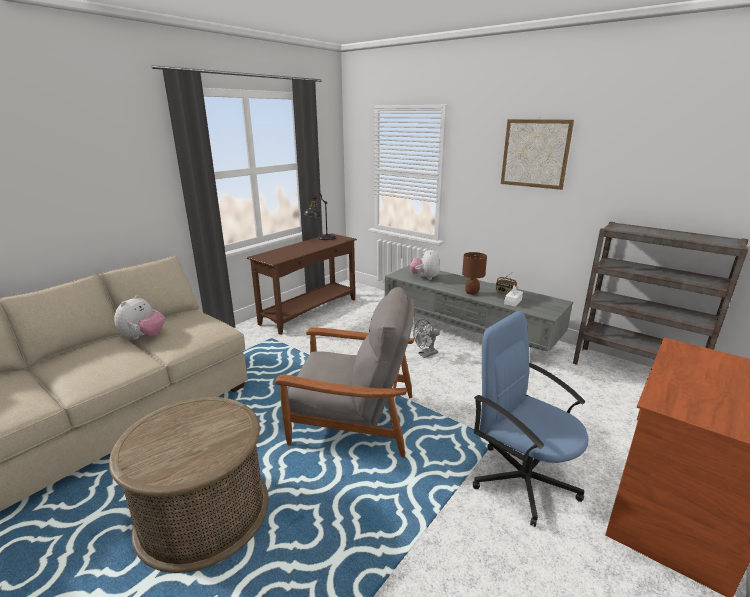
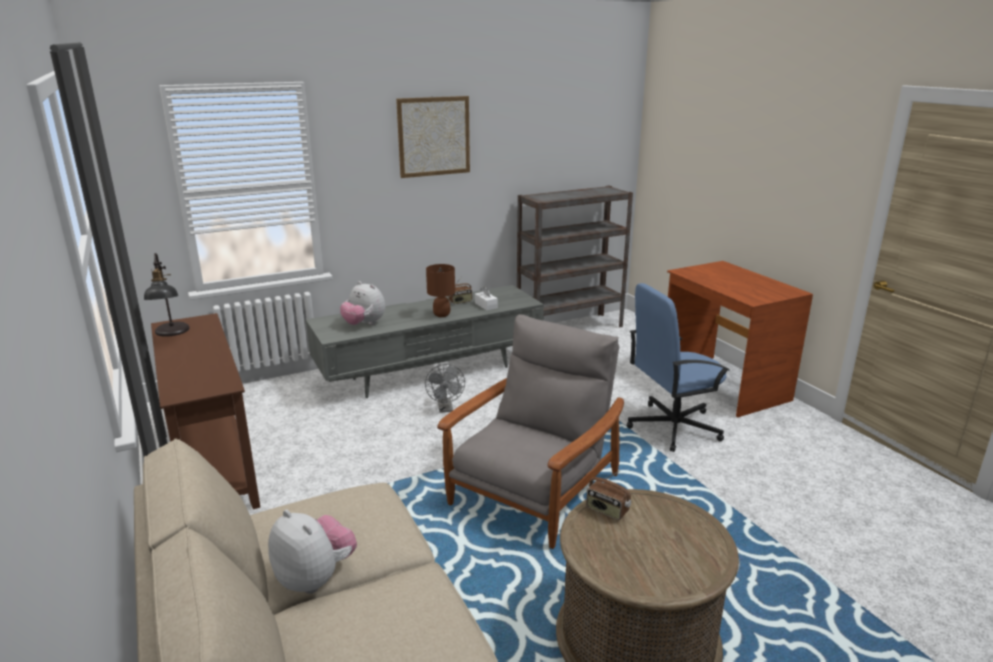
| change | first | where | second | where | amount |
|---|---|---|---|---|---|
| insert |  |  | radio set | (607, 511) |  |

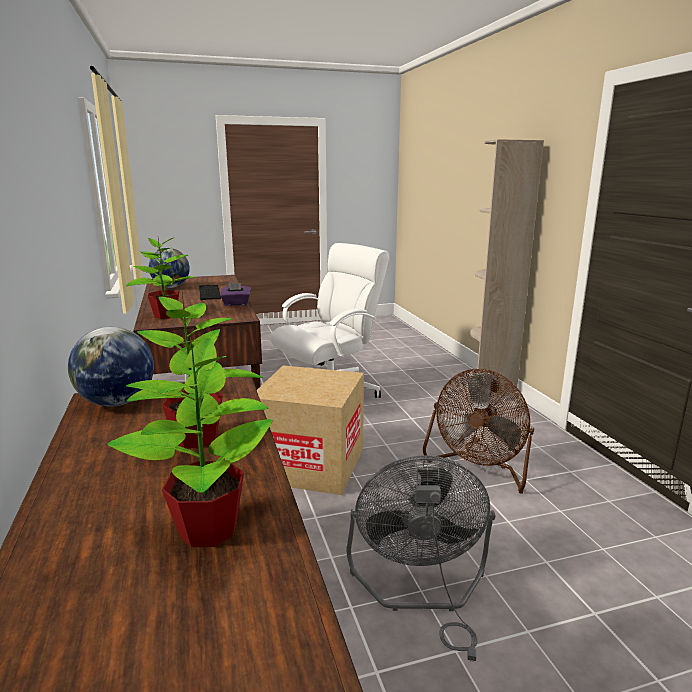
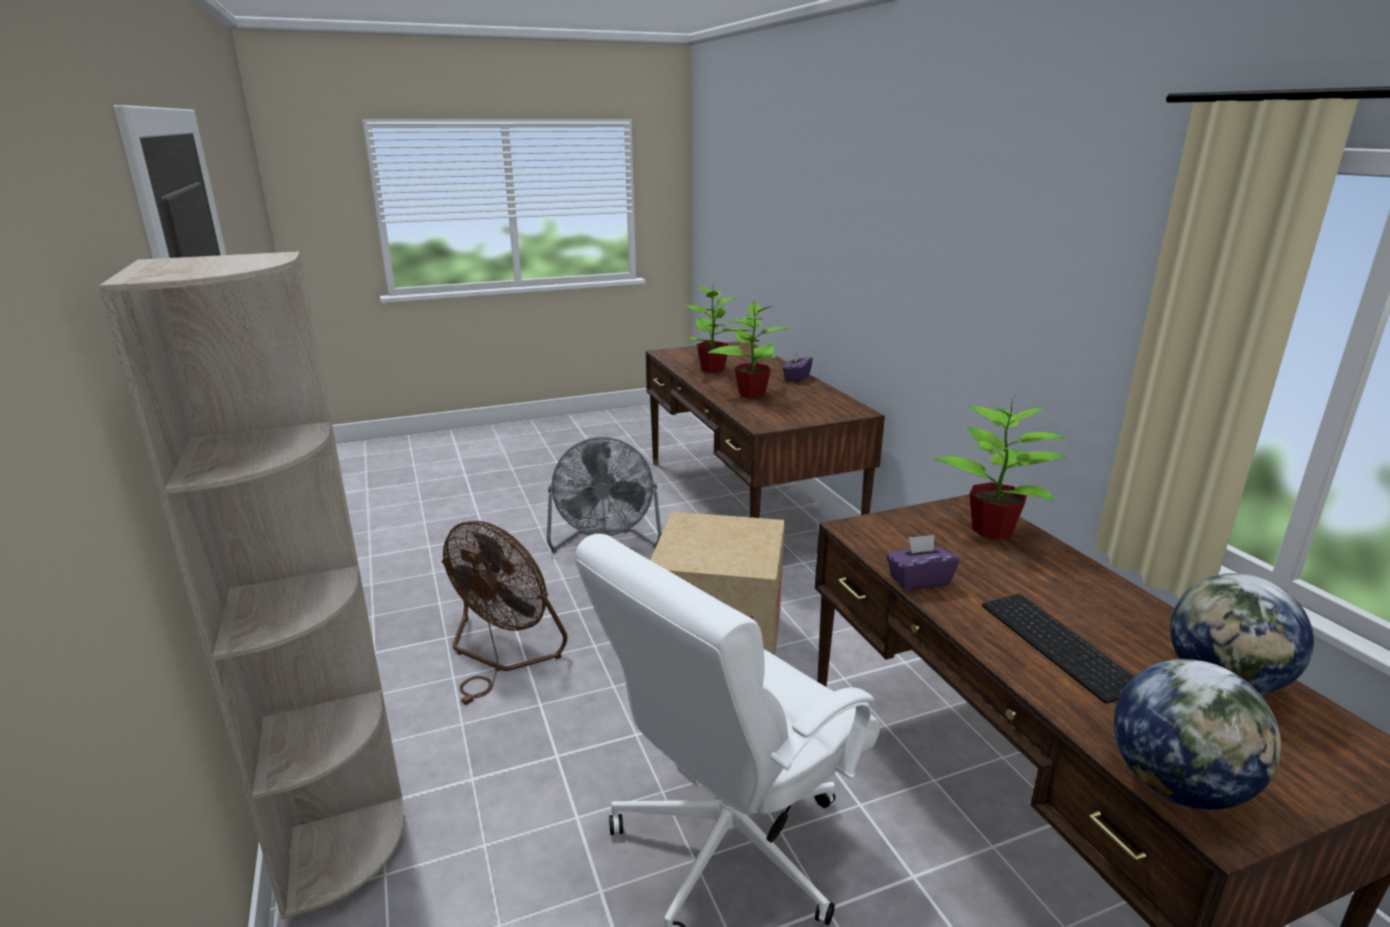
| change | first | where | second | where | amount |
|---|---|---|---|---|---|
| move | globe | (116, 403) |  | (1177, 786) |  |
| insert |  |  | tissue holder/purplish | (796, 378) |  |

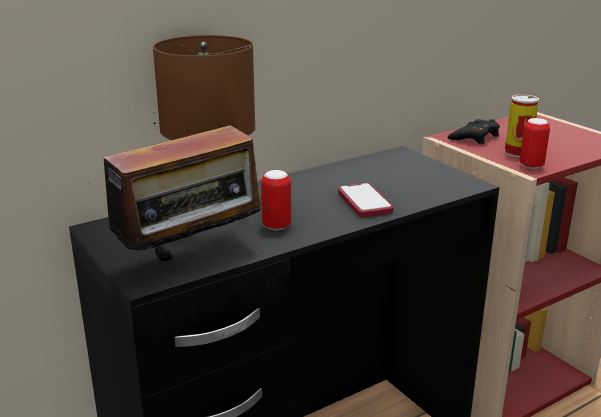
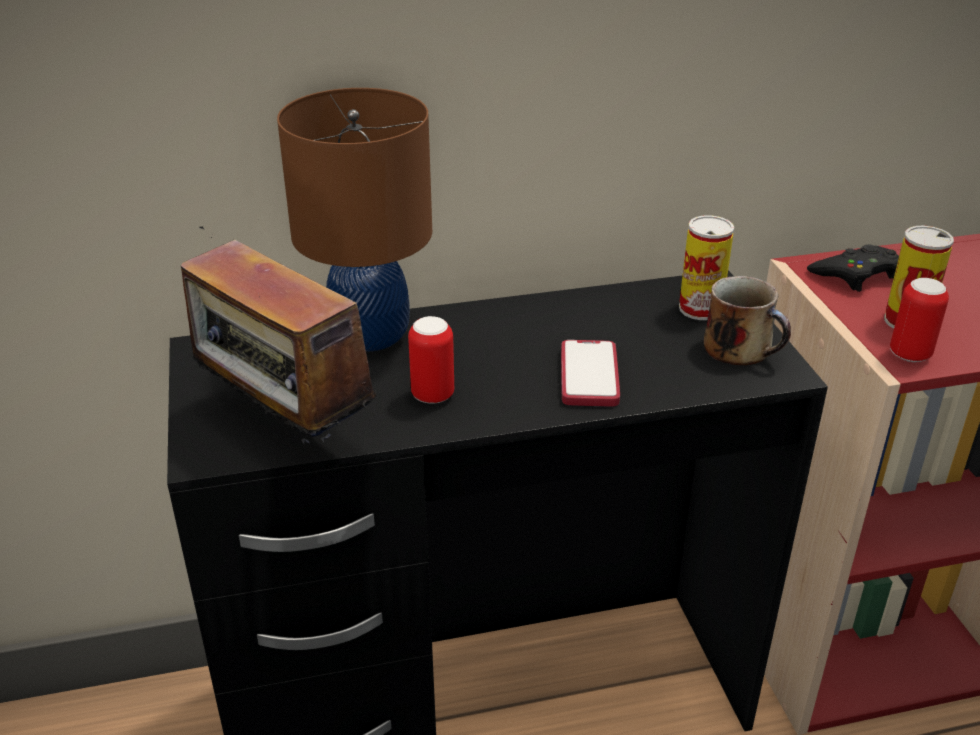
| change | first | where | second | where | amount |
|---|---|---|---|---|---|
| rotate | radio set | (192, 259) |  | (285, 430) | 60 degrees clockwise |
| insert |  |  | metal can | (700, 309) |  |
| insert |  |  | coffee mug | (741, 348) |  |

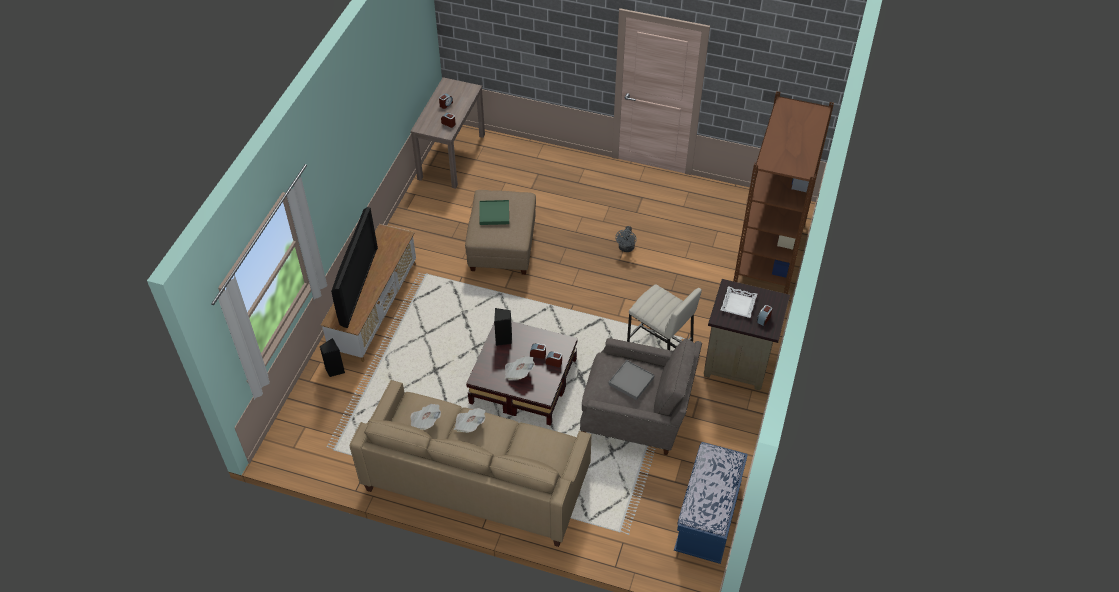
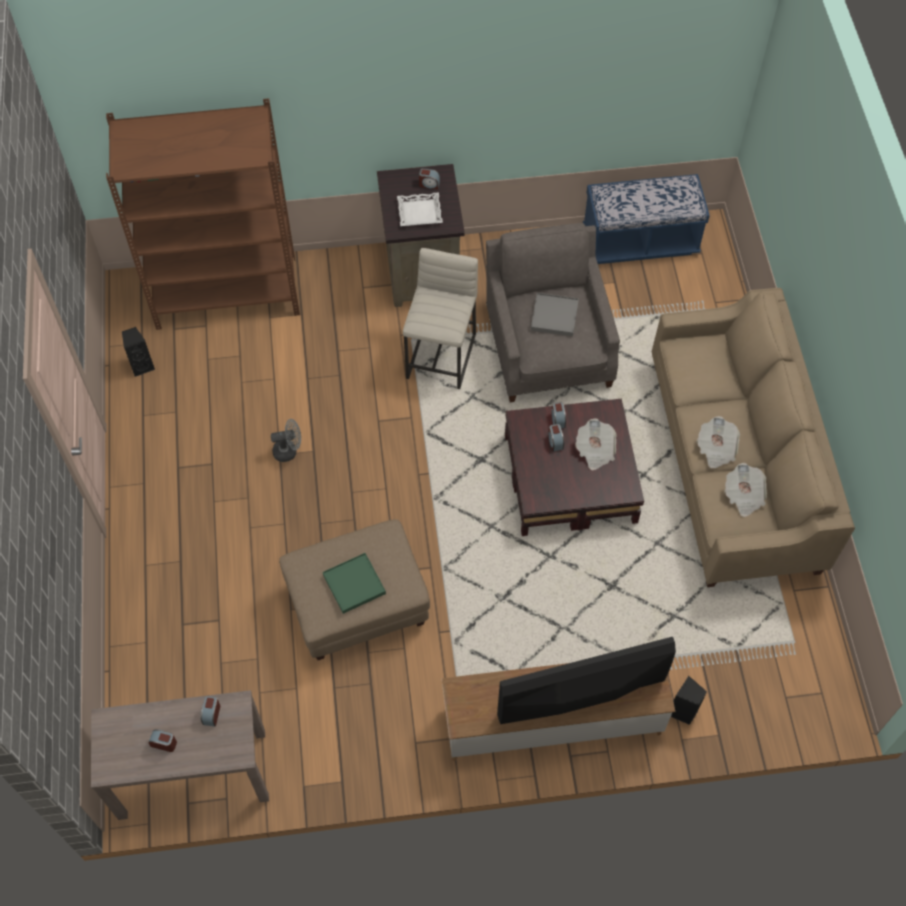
| change | first | where | second | where | amount |
|---|---|---|---|---|---|
| move | audio speaker/black-coloured | (503, 339) |  | (142, 366) |  |

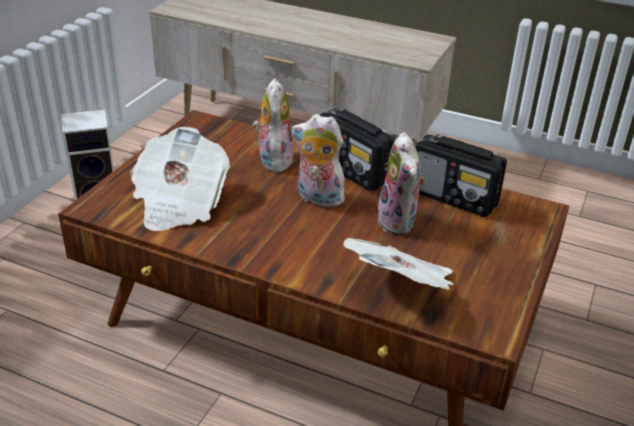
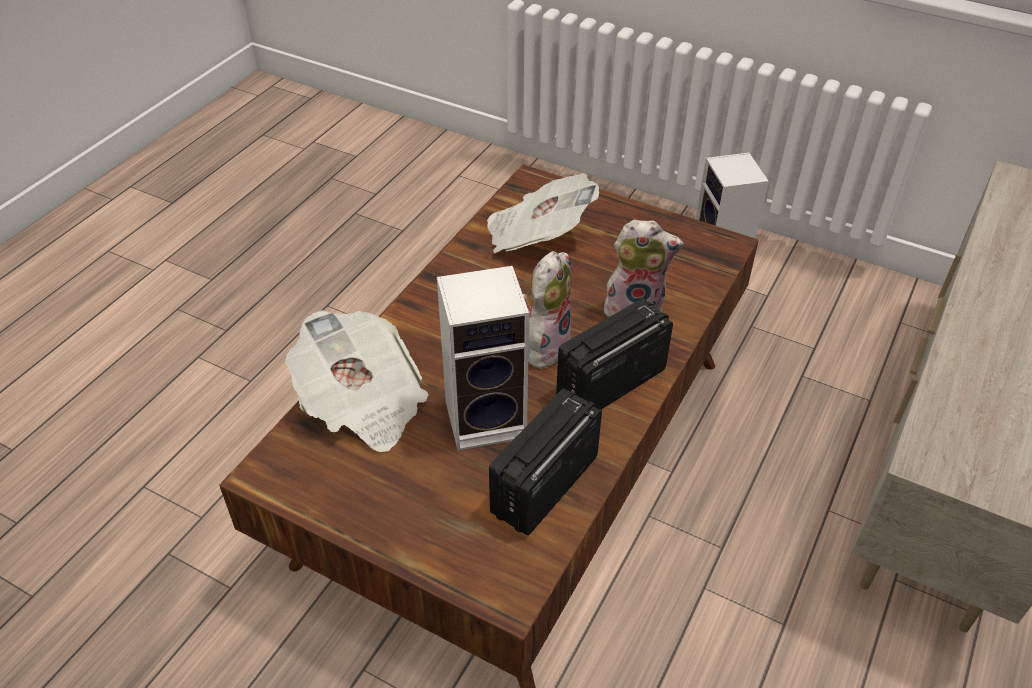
| change | first | where | second | where | amount |
|---|---|---|---|---|---|
| replace | cuddly toy | (400, 222) | audio speaker | (488, 418) |  |

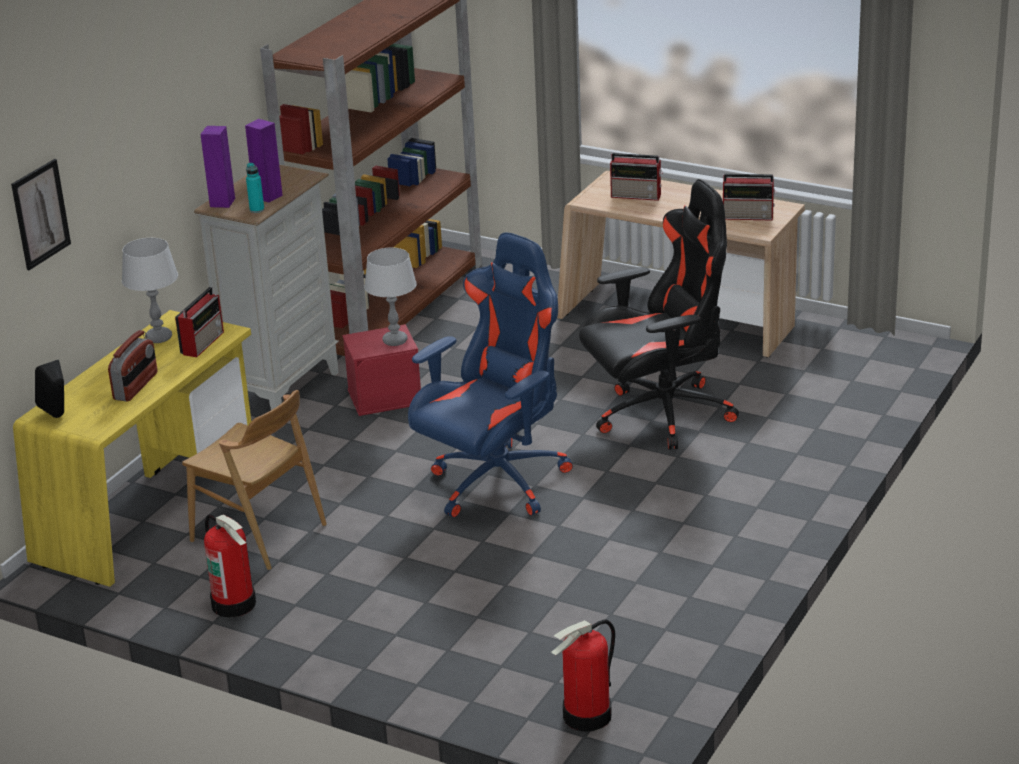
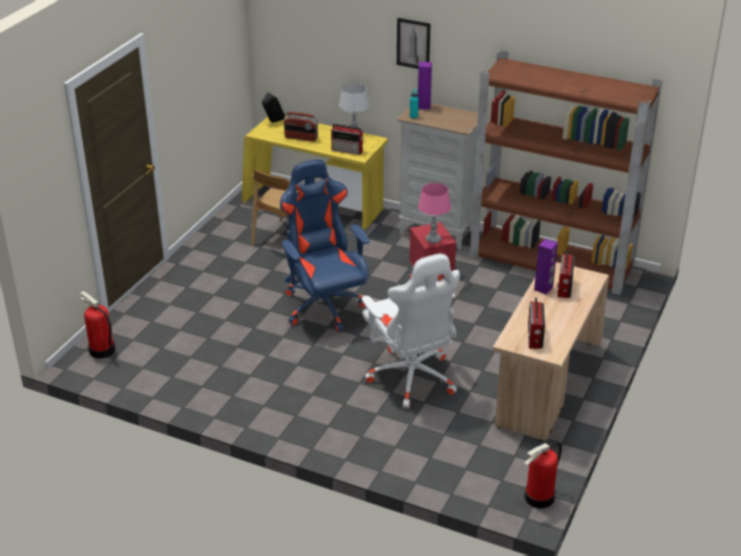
| change | first | where | second | where | amount |
|---|---|---|---|---|---|
| move | wall art | (40, 214) |  | (413, 44) |  |
| move | extinguisher | (234, 604) |  | (539, 498) |  |
| move | audio speaker/purplish | (268, 196) |  | (543, 288) |  |
| recolor | tabletop lamp/greyish | (395, 341) | tabletop lamp/pinkish | (433, 240) |  |
| rotate | desk chair/blue | (491, 488) |  | (325, 311) | 150 degrees counterclockwise |
| recolor | desk chair/black-coloured | (655, 418) | desk chair/white-coloured | (408, 373) |  |

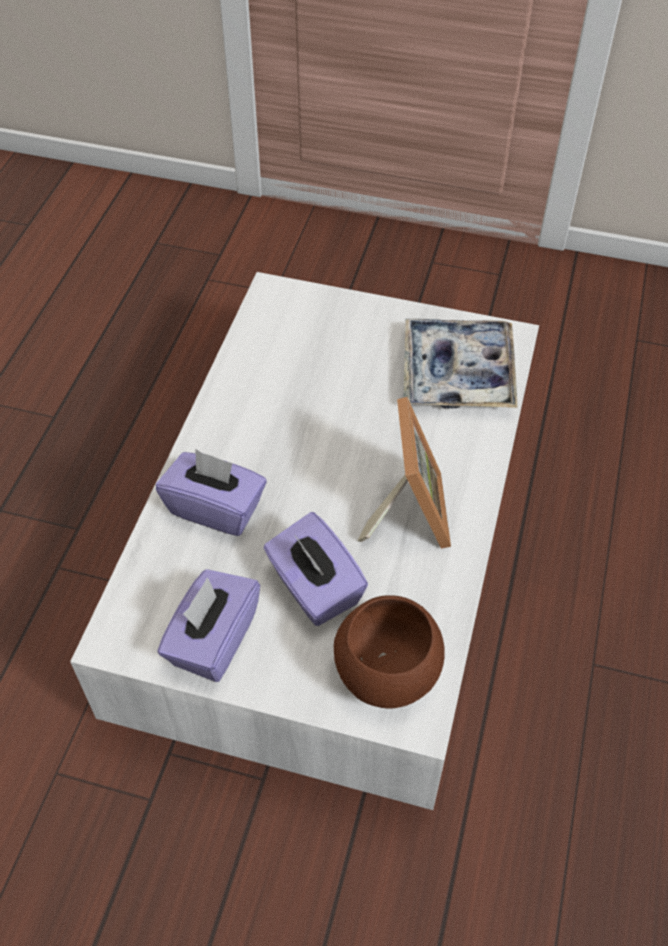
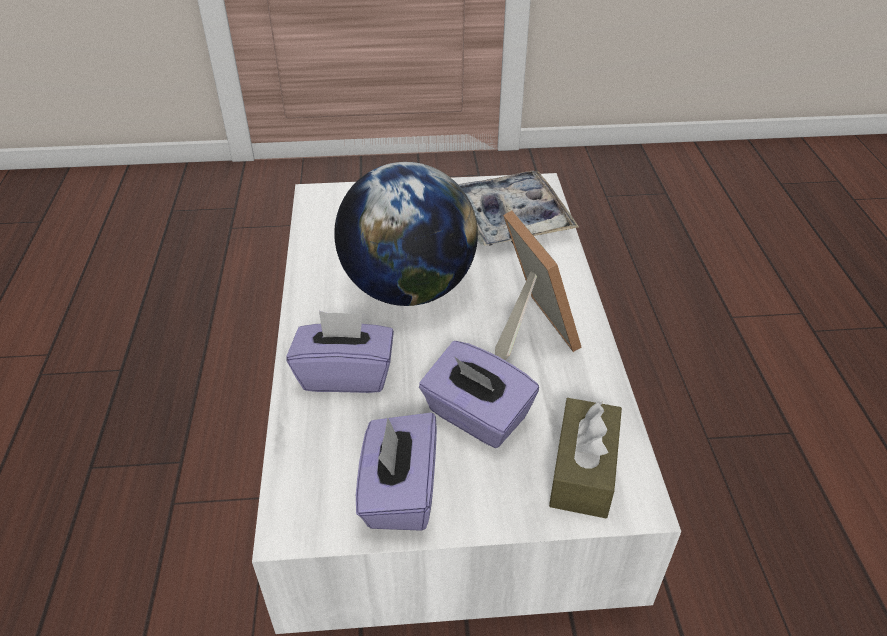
| change | first | where | second | where | amount |
|---|---|---|---|---|---|
| replace | serving bowl/brown-coloured | (386, 672) | tissue holder/brown-coloured | (583, 469) |  |
| insert |  |  | globe | (408, 289) |  |

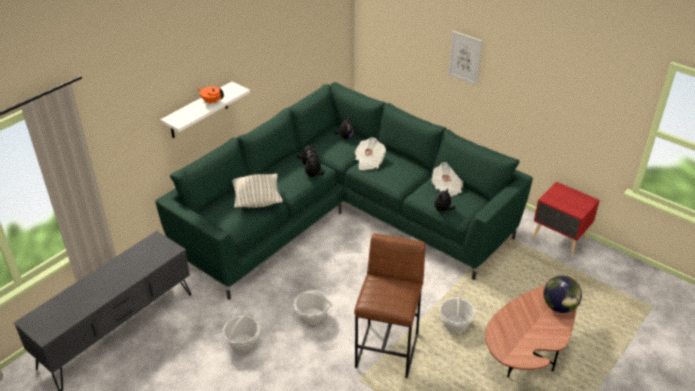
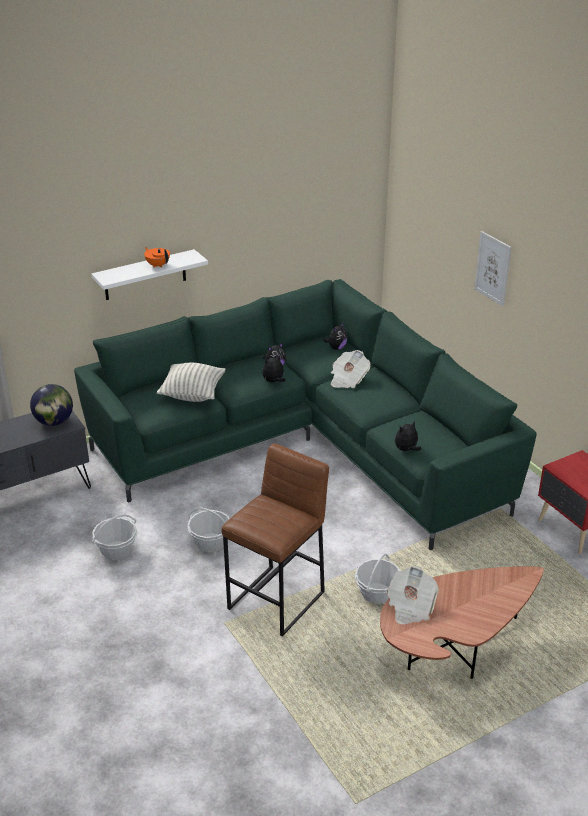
| change | first | where | second | where | amount |
|---|---|---|---|---|---|
| move | daily paper | (446, 188) |  | (410, 607) |  |
| move | globe | (559, 307) |  | (54, 422) |  |

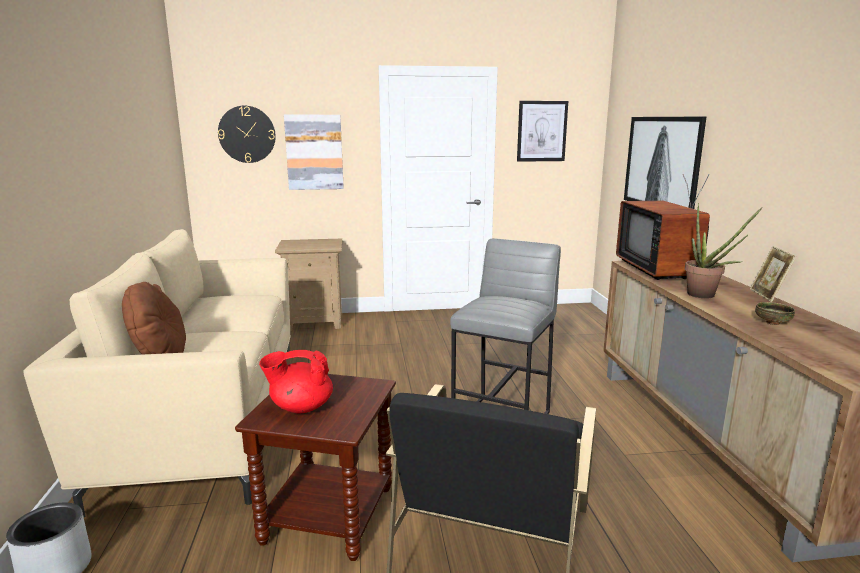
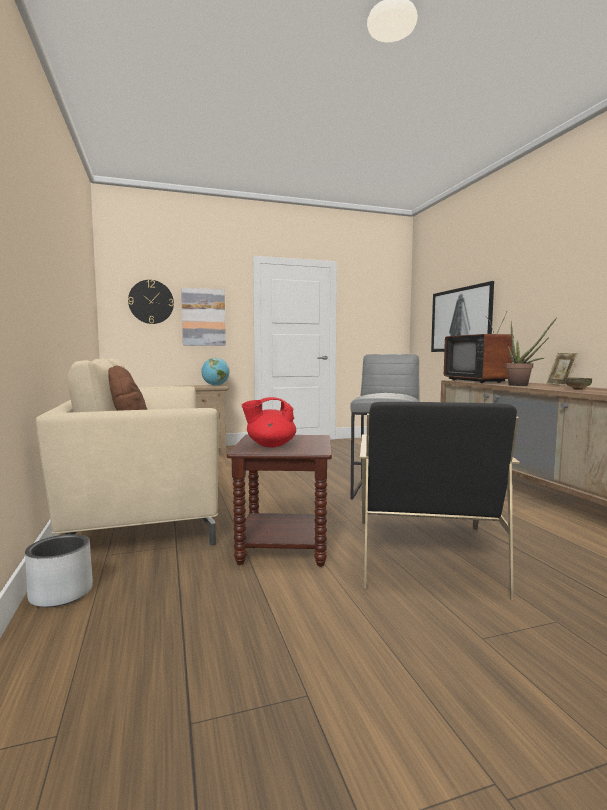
| change | first | where | second | where | amount |
|---|---|---|---|---|---|
| delete | wall art | (542, 131) |  |  |  |
| insert |  |  | globe | (215, 385) |  |

